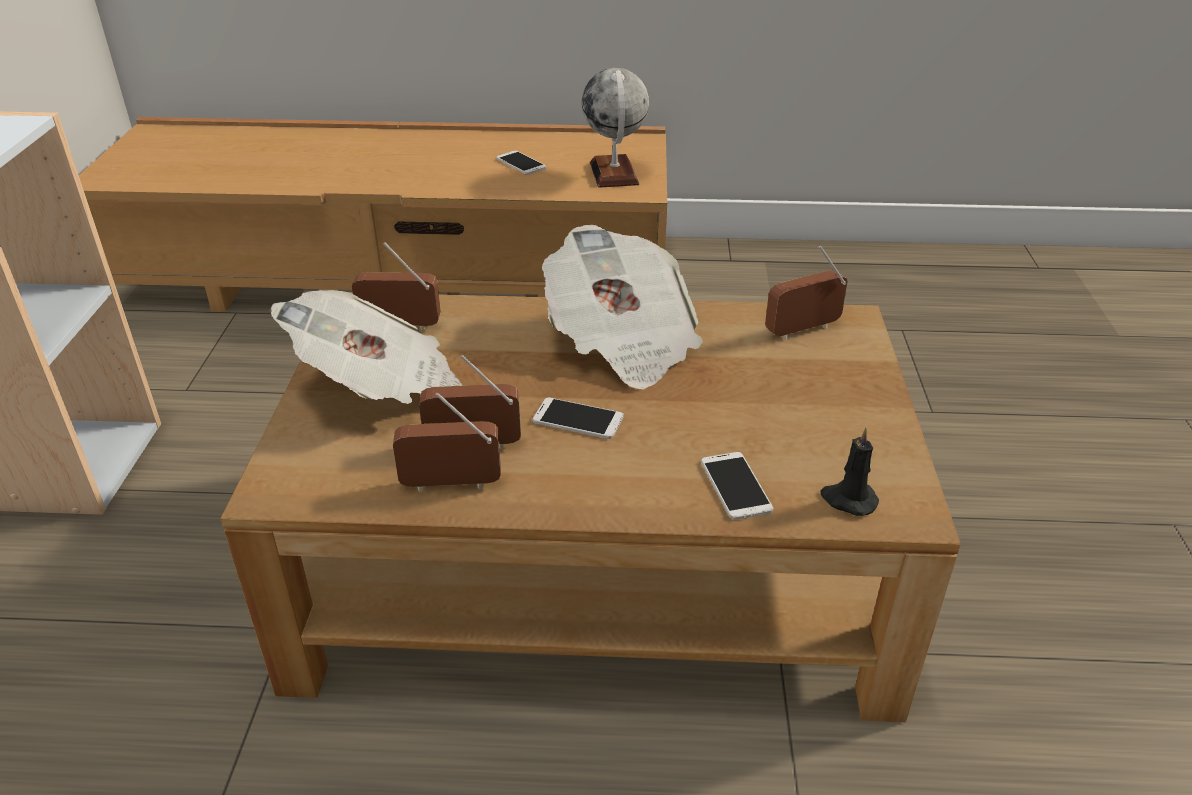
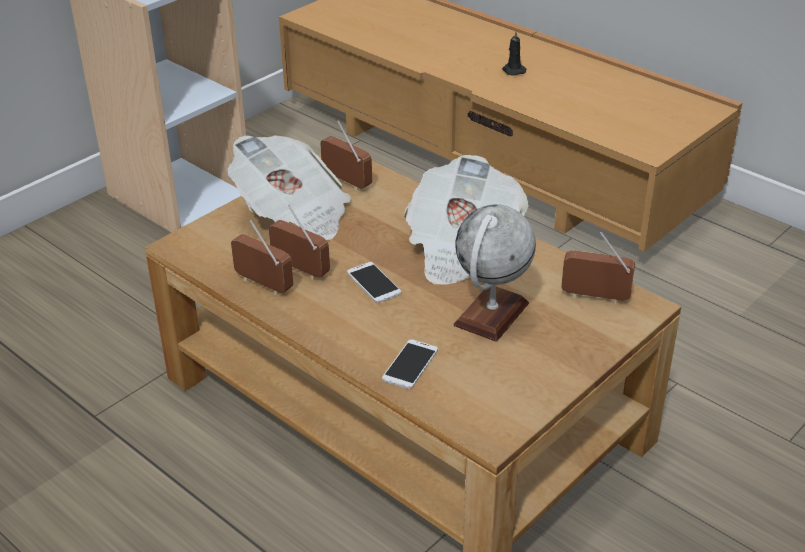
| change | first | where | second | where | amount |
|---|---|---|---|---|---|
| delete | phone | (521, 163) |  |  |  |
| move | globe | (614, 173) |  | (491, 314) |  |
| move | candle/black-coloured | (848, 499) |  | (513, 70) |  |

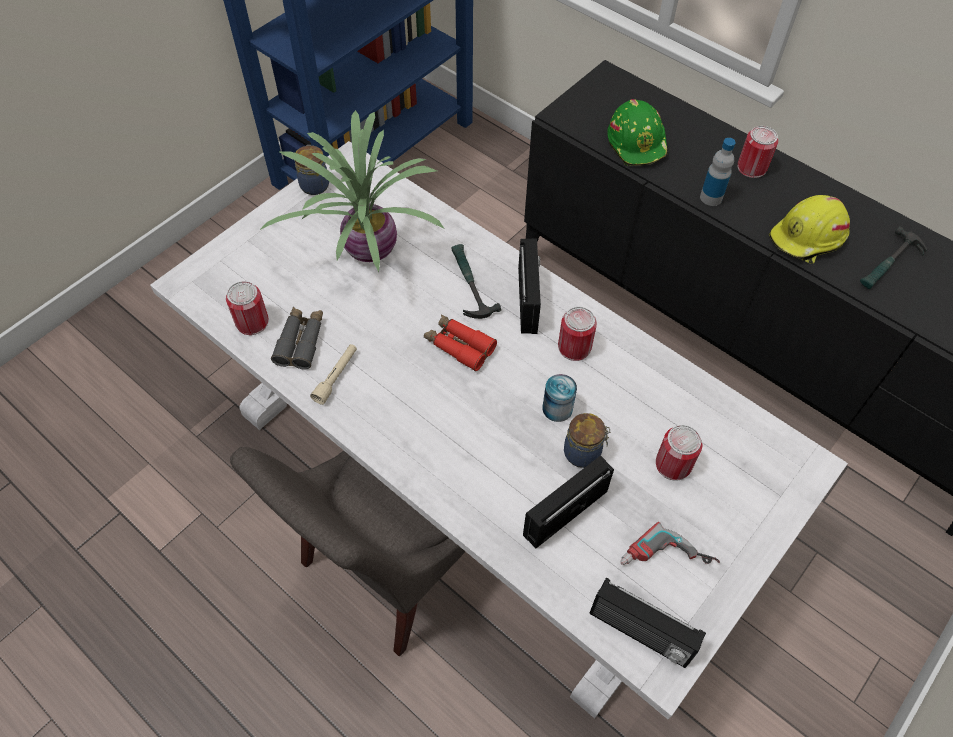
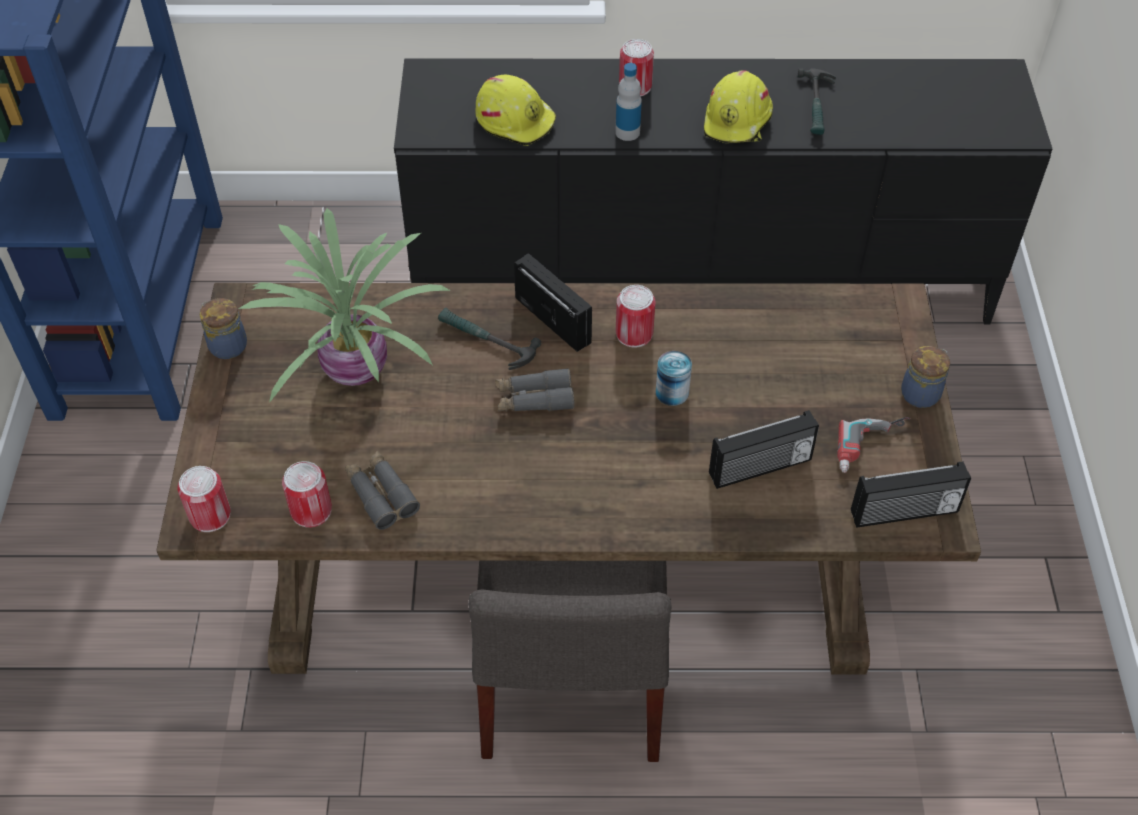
| change | first | where | second | where | amount |
|---|---|---|---|---|---|
| recolor | dining table/white-coloured | (476, 474) | dining table/brown-coloured | (570, 553) |  |
| delete | torch/sand-coloured | (336, 377) |  |  |  |
| recolor | binoculars/reddish | (459, 346) | binoculars/greyish | (534, 398) |  |
| rotate | radio set | (564, 512) |  | (761, 468) | 120 degrees counterclockwise |
| move | jar | (583, 453) |  | (921, 393) |  |
| recolor | hard hat/green-coloured | (637, 143) | hard hat/yellow-coloured | (515, 120) |  |
| move | metal can | (673, 464) |  | (210, 515) |  |

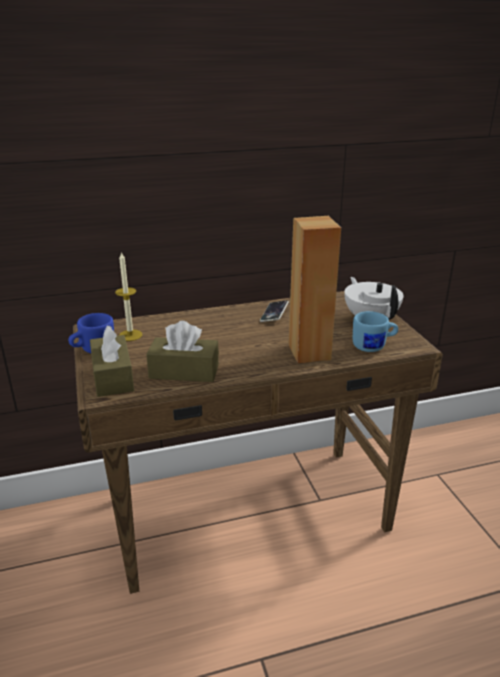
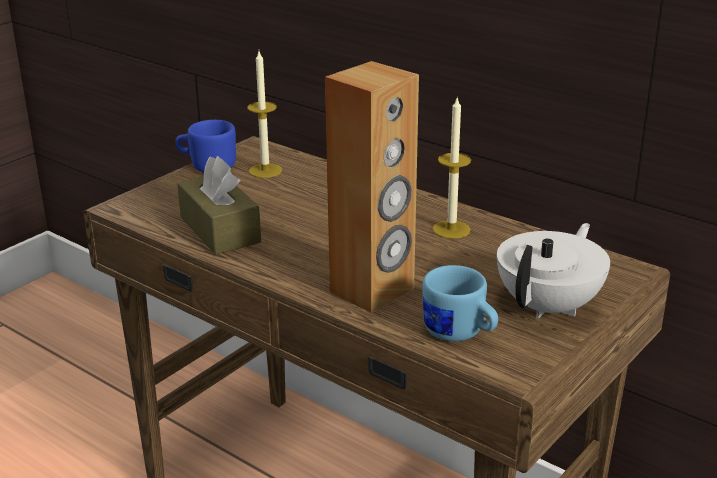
| change | first | where | second | where | amount |
|---|---|---|---|---|---|
| delete | tissue holder/brown-coloured | (113, 377) |  |  |  |
| replace | phone | (274, 314) | candle | (451, 229) |  |

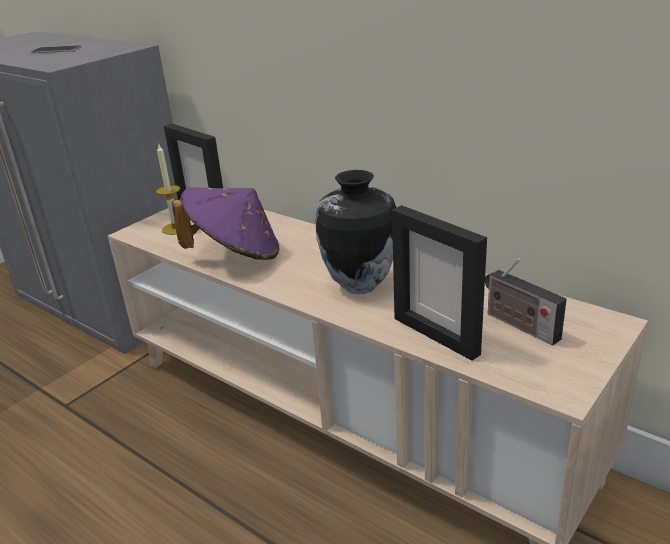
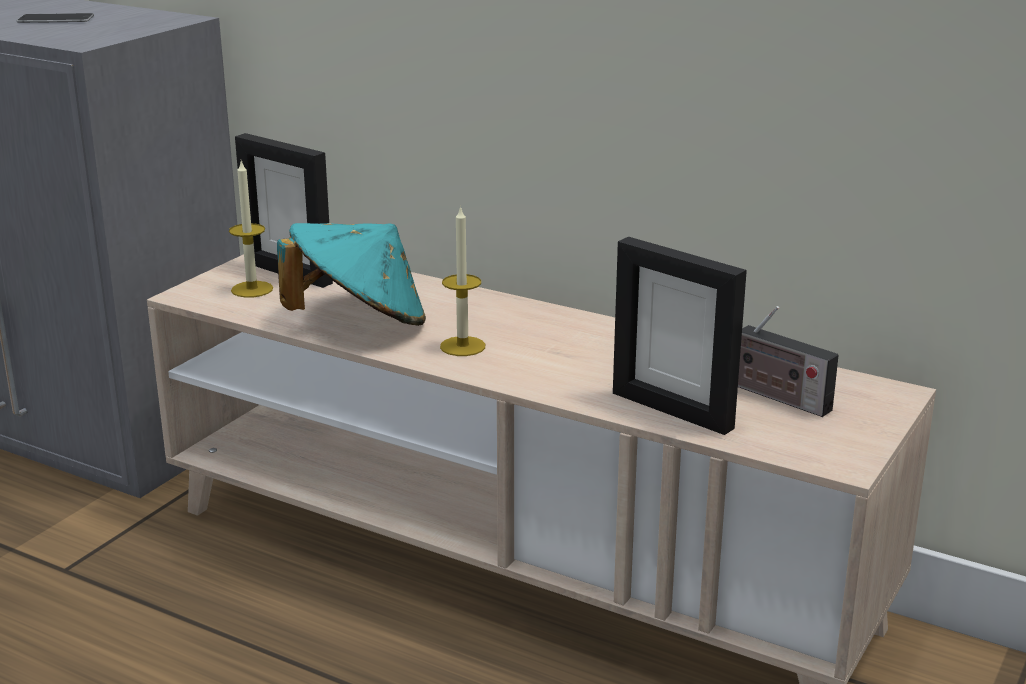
| change | first | where | second | where | amount |
|---|---|---|---|---|---|
| recolor | clothing hat/purplish | (235, 254) | clothing hat/turquoise-coloured | (359, 322) |  |
| delete | flower vase | (358, 285) |  |  |  |
| insert |  |  | candle | (462, 346) |  |

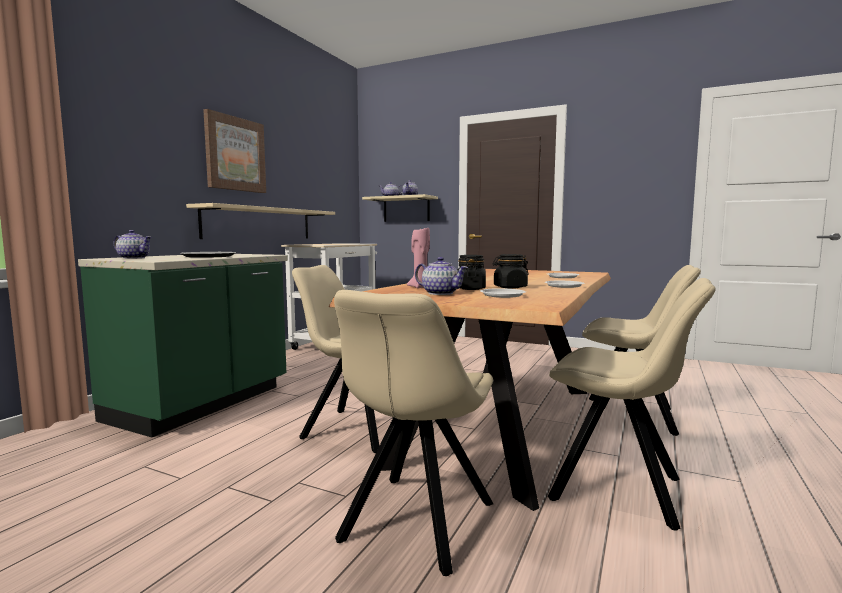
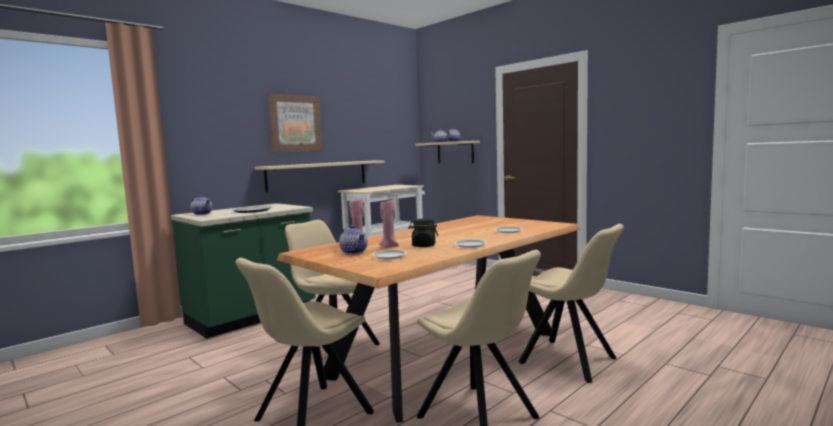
| change | first | where | second | where | amount |
|---|---|---|---|---|---|
| replace | jar/black-coloured | (470, 289) | candle/pinkish | (389, 247) |  |

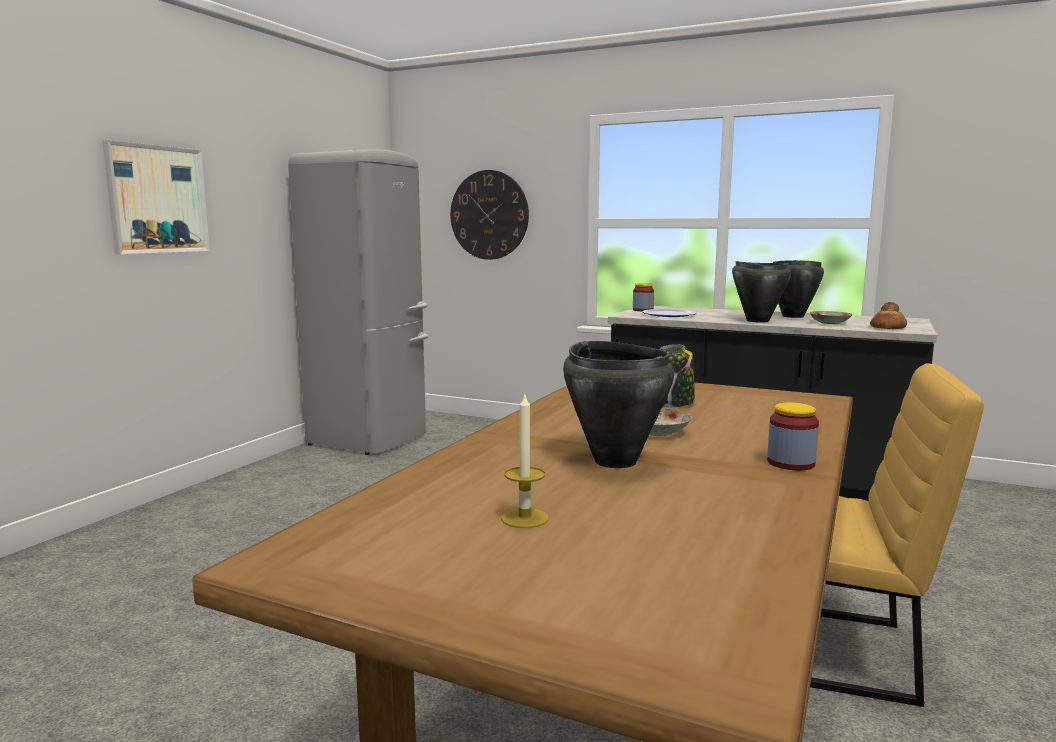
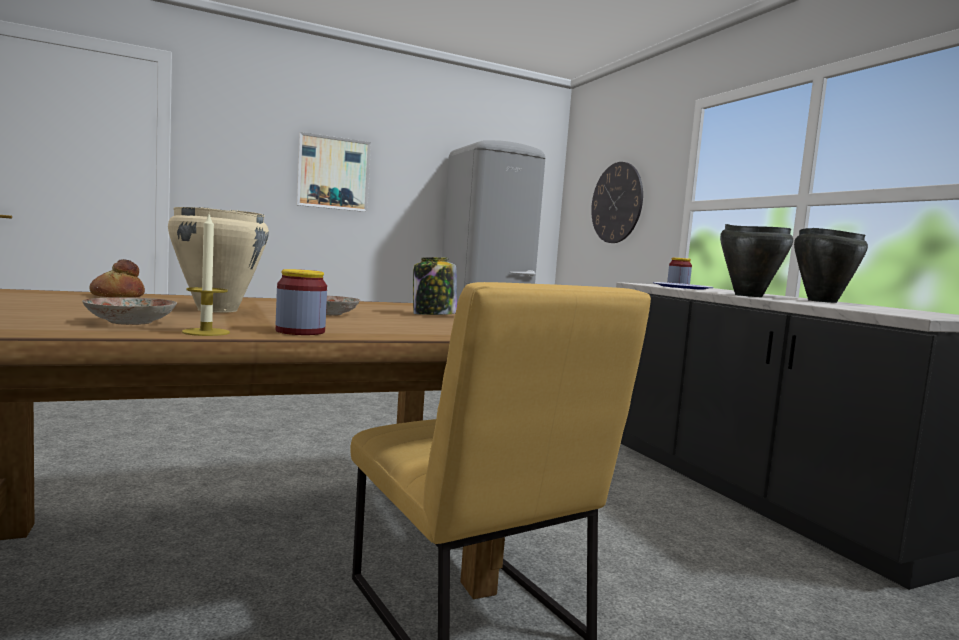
| change | first | where | second | where | amount |
|---|---|---|---|---|---|
| move | candle | (524, 518) |  | (206, 332) |  |
| recolor | cooking pot/black-coloured | (615, 461) | cooking pot/sand-coloured | (218, 310) |  |
| move | dinner plate | (829, 323) |  | (130, 322) |  |
| move | bread | (888, 328) |  | (117, 296) |  |

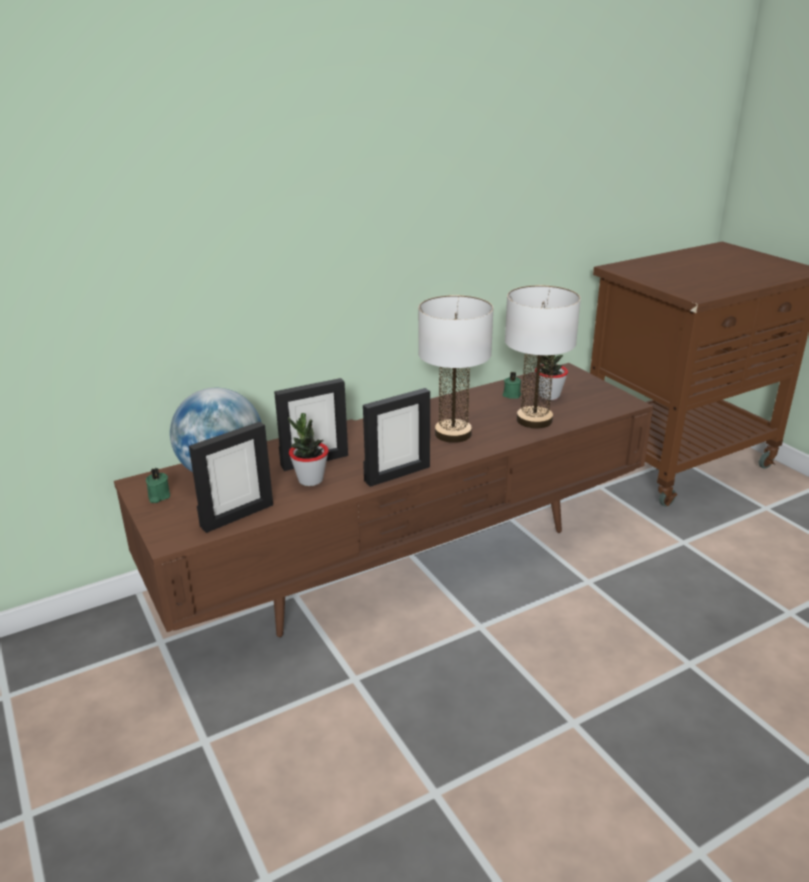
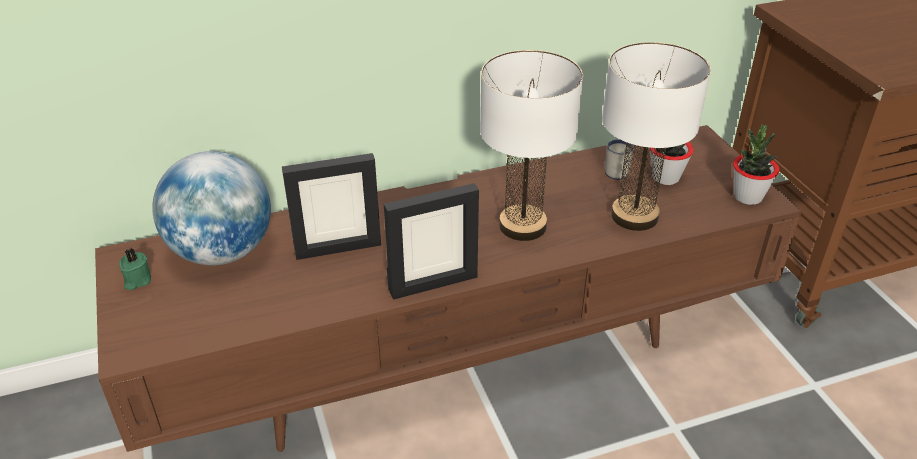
| change | first | where | second | where | amount |
|---|---|---|---|---|---|
| delete | standing frame | (237, 515) |  |  |  |
| move | houseplant | (310, 480) |  | (747, 197) |  |
| replace | candle/green-coloured | (511, 395) | coffee mug/white-coloured | (616, 170) |  |

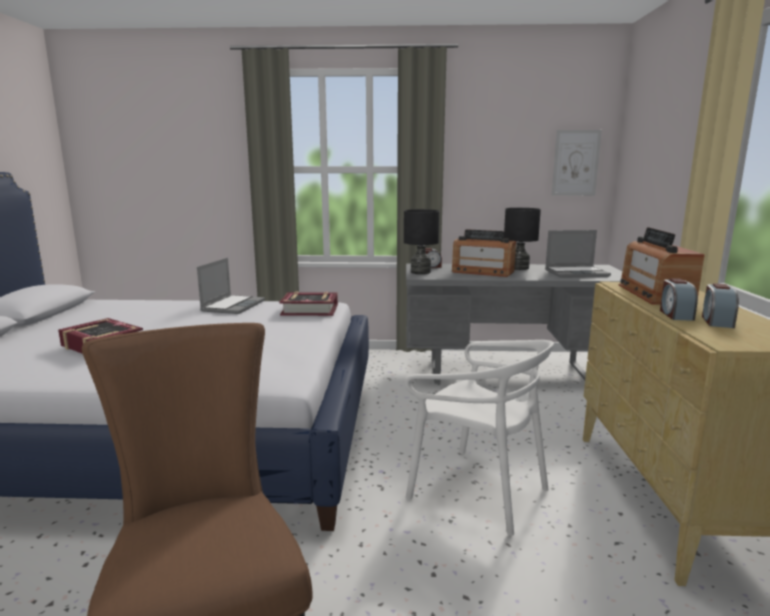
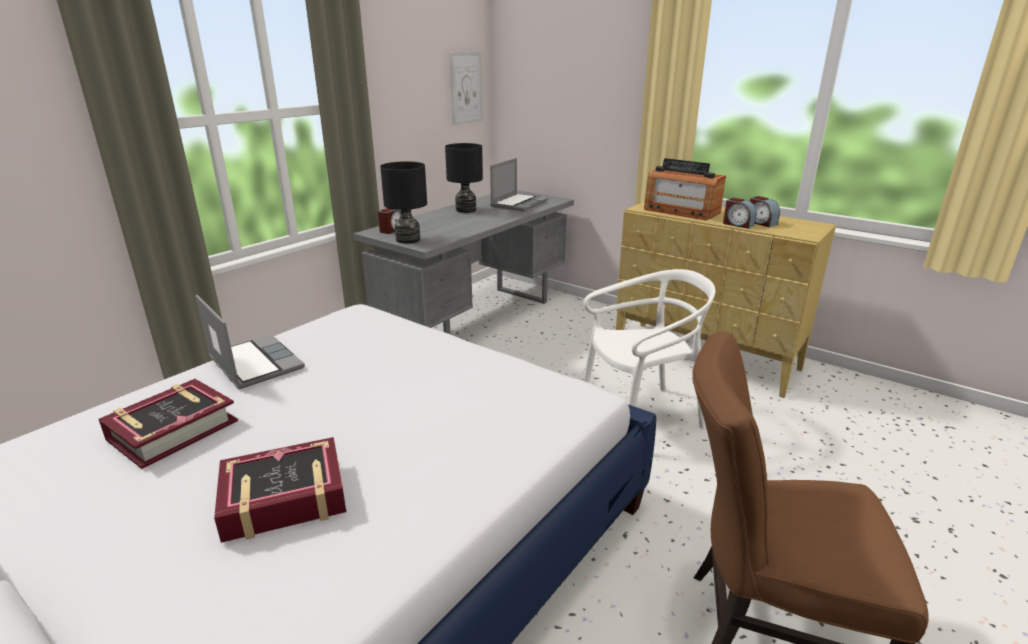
| change | first | where | second | where | amount |
|---|---|---|---|---|---|
| move | volume | (310, 310) |  | (173, 430) |  |
| delete | radio set | (482, 272) |  |  |  |

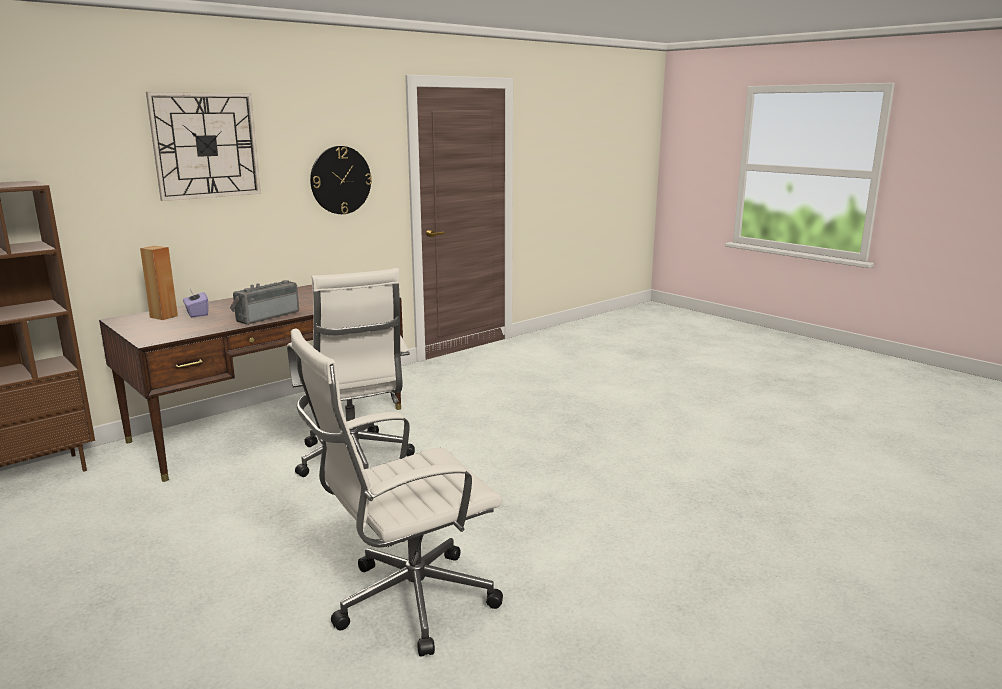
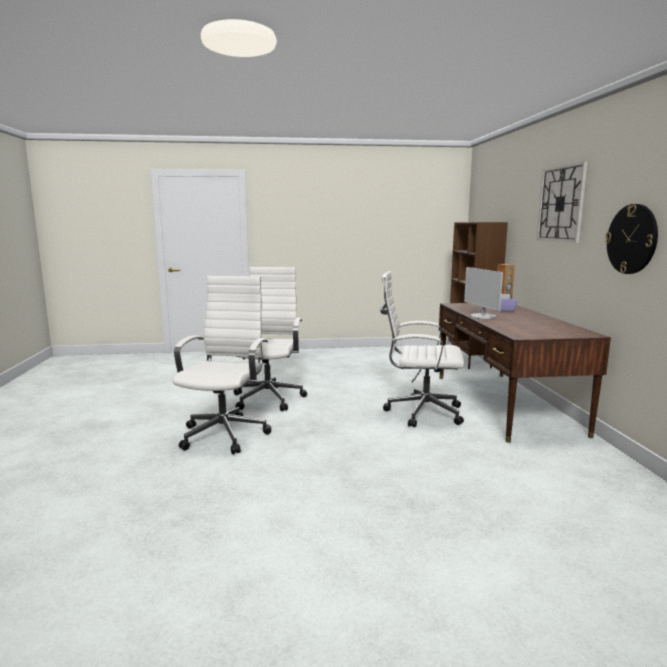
| change | first | where | second | where | amount |
|---|---|---|---|---|---|
| replace | radio set | (266, 316) | monitor | (482, 316) |  |
| insert |  |  | desk chair/white-coloured | (226, 433) |  |

